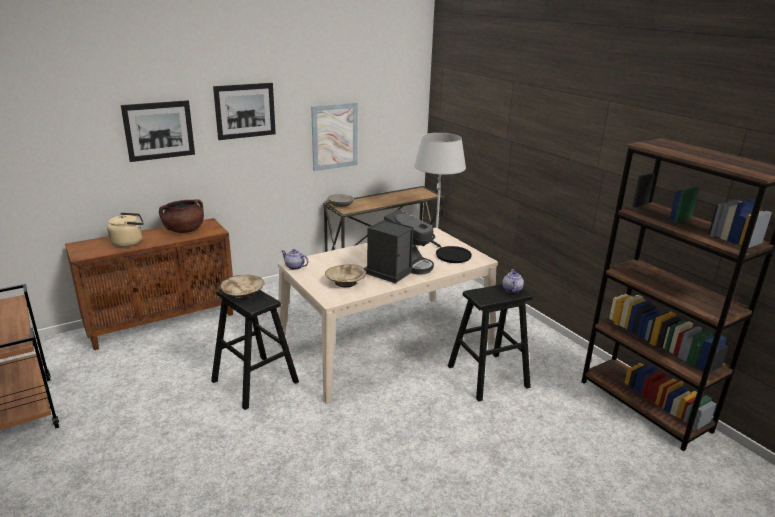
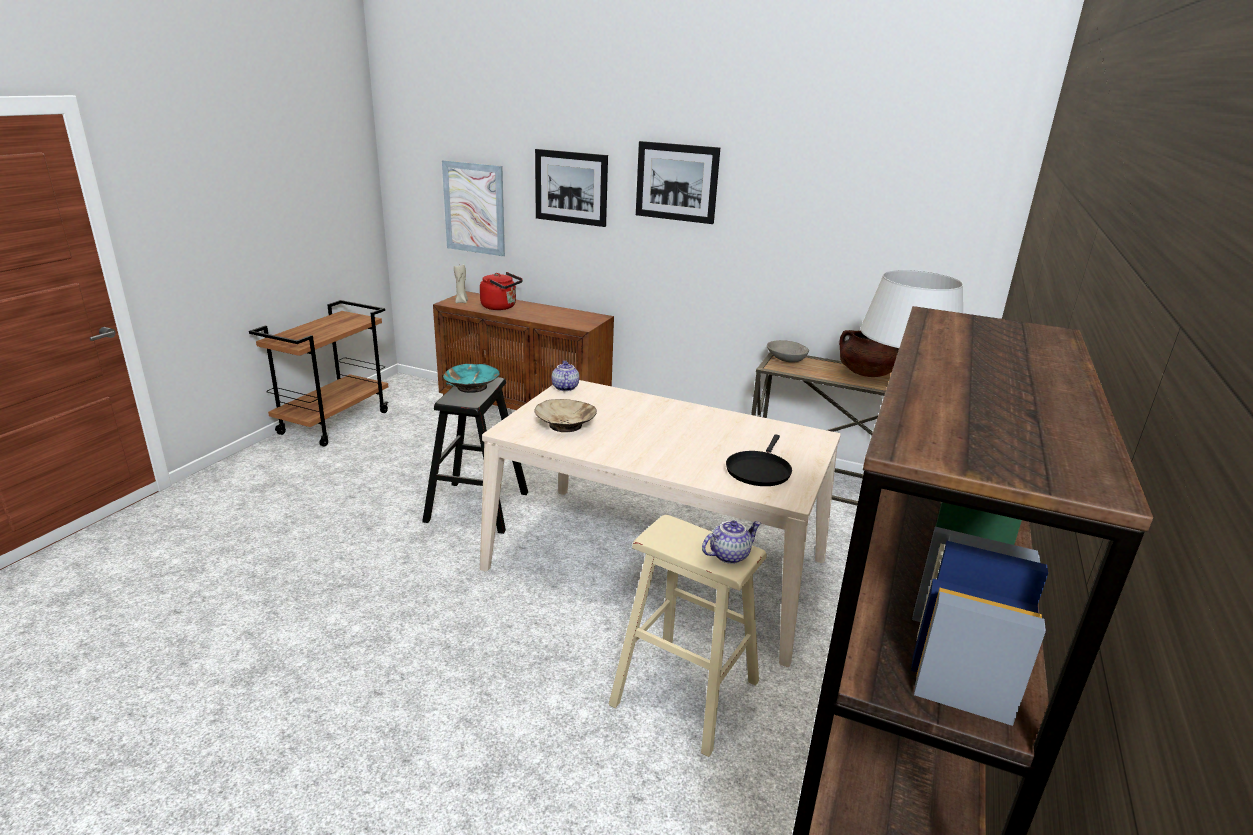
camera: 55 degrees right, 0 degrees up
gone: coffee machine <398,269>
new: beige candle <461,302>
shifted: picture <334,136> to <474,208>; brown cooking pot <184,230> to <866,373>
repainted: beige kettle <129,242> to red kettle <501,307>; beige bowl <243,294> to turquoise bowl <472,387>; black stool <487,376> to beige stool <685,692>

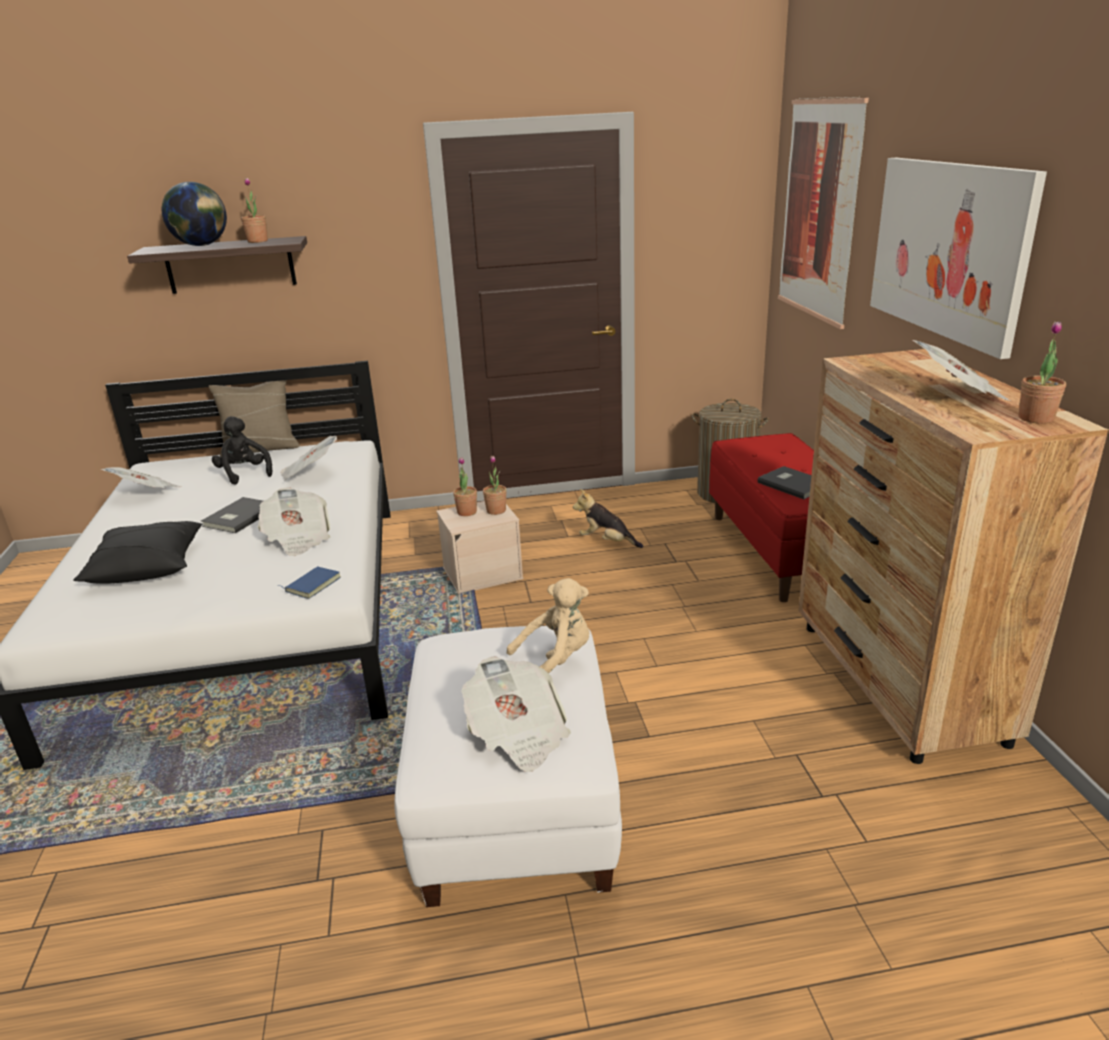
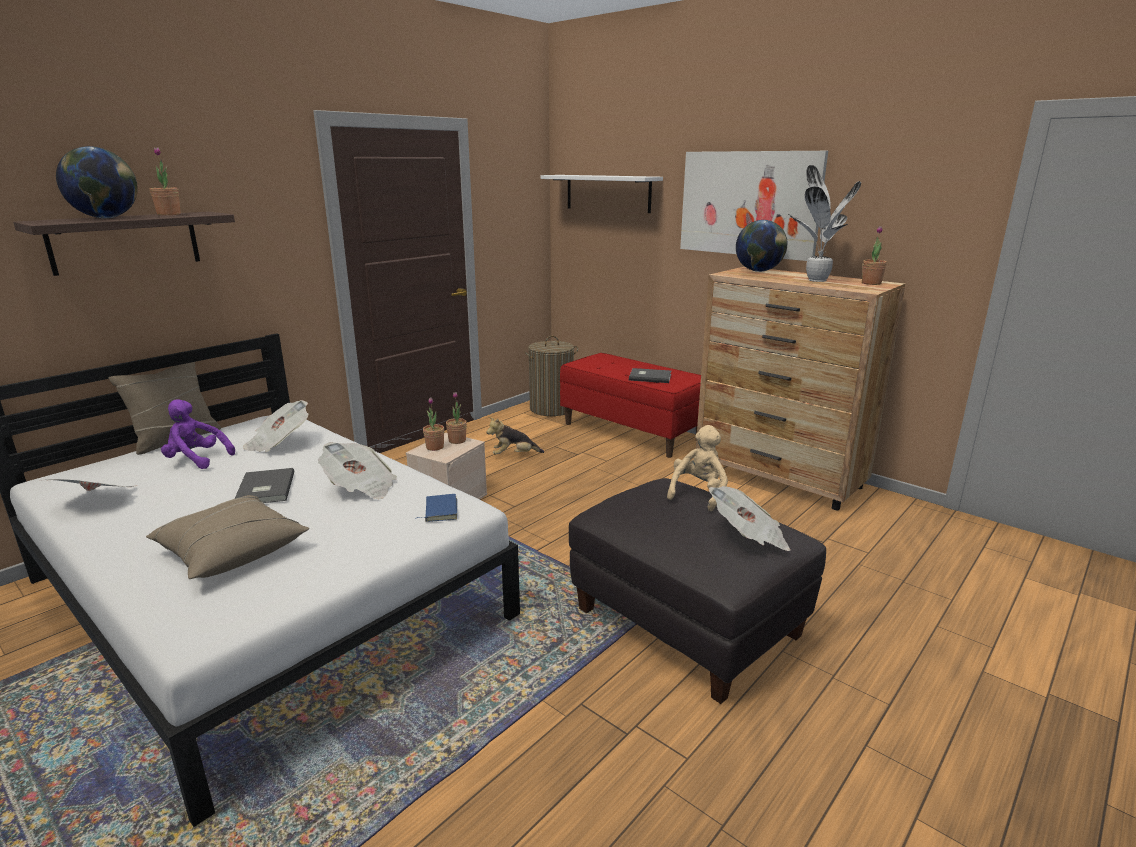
camera: 40 degrees left, 5 degrees down
new: globe <758,271>
swapped: picture <819,210> to white shelf <607,193>; newspaper <957,395> to potted plant <816,280>
repainted: black plush toy <244,474> to purple plush toy <196,460>; black pillow <147,567> to beige pillow <231,552>; white ottoman <515,807> to black ottoman <687,623>

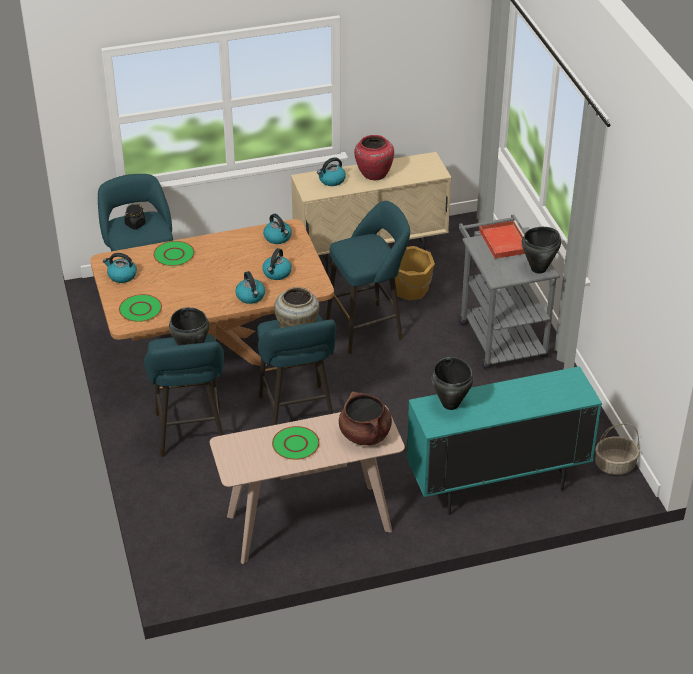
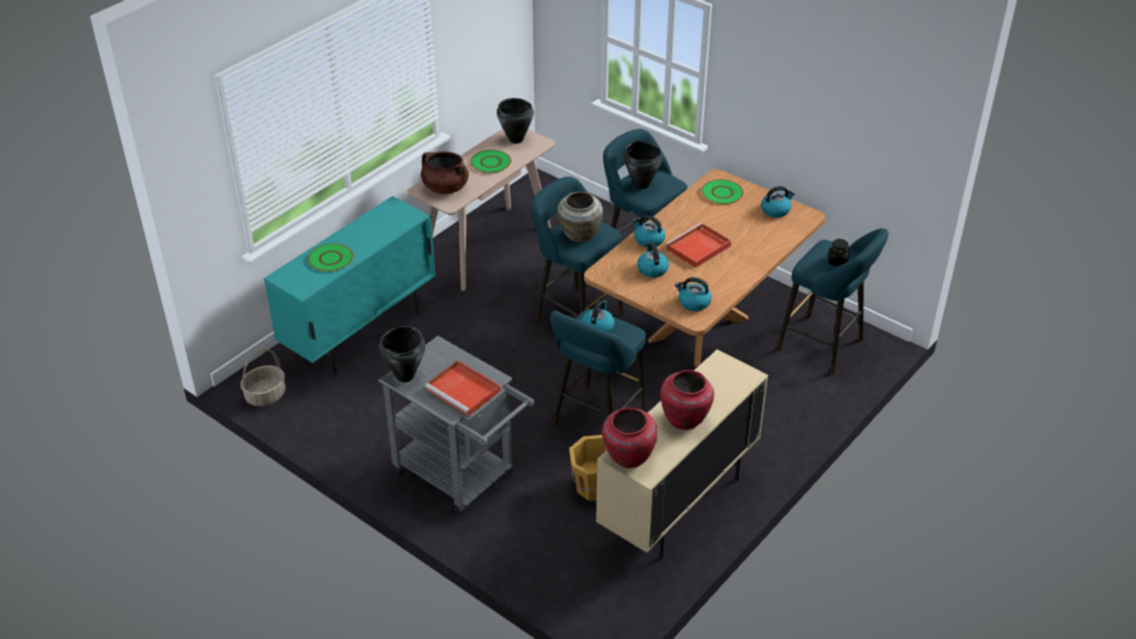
camera: 145 degrees right, 0 degrees up
new: red tray <697,248>; red vase <627,457>
shifted: kettle <331,180> to <597,327>; green plate <174,254> to <330,259>; black cooking pot <451,404> to <516,140>

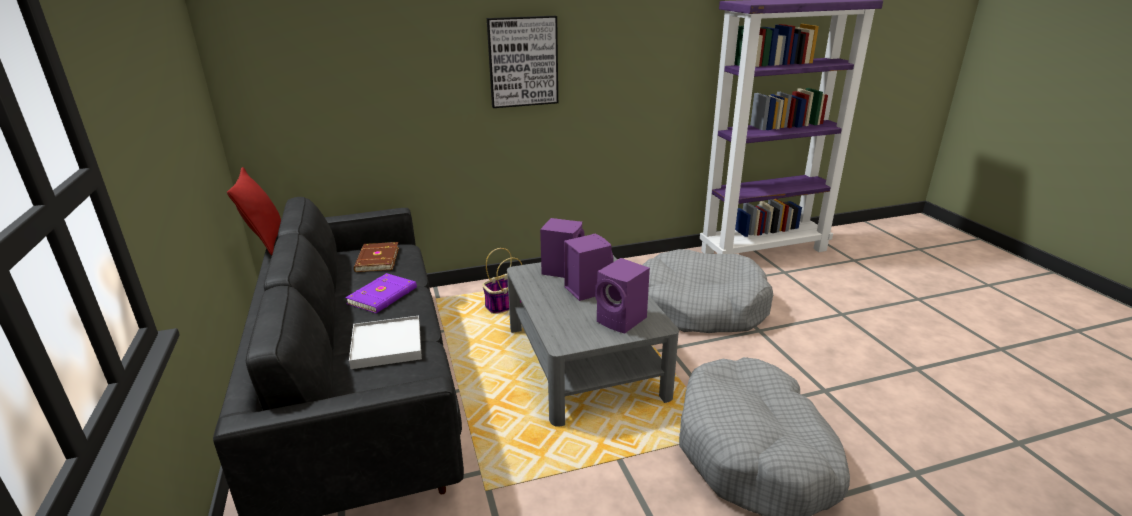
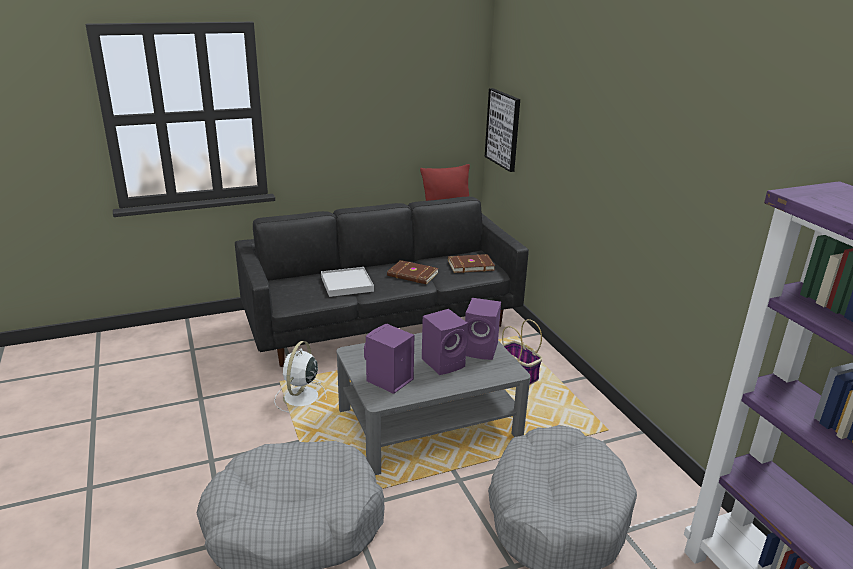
camera: 85 degrees right, 0 degrees up
new: white fan <300,398>
shifted: picture <523,62> to <503,129>
repainted: purple book <383,296> to brown book <412,275>

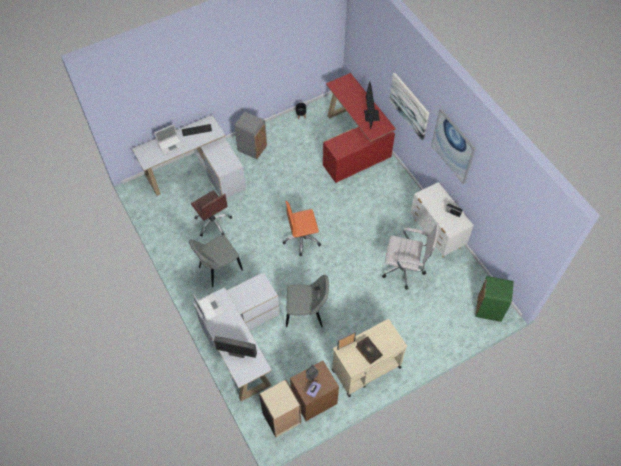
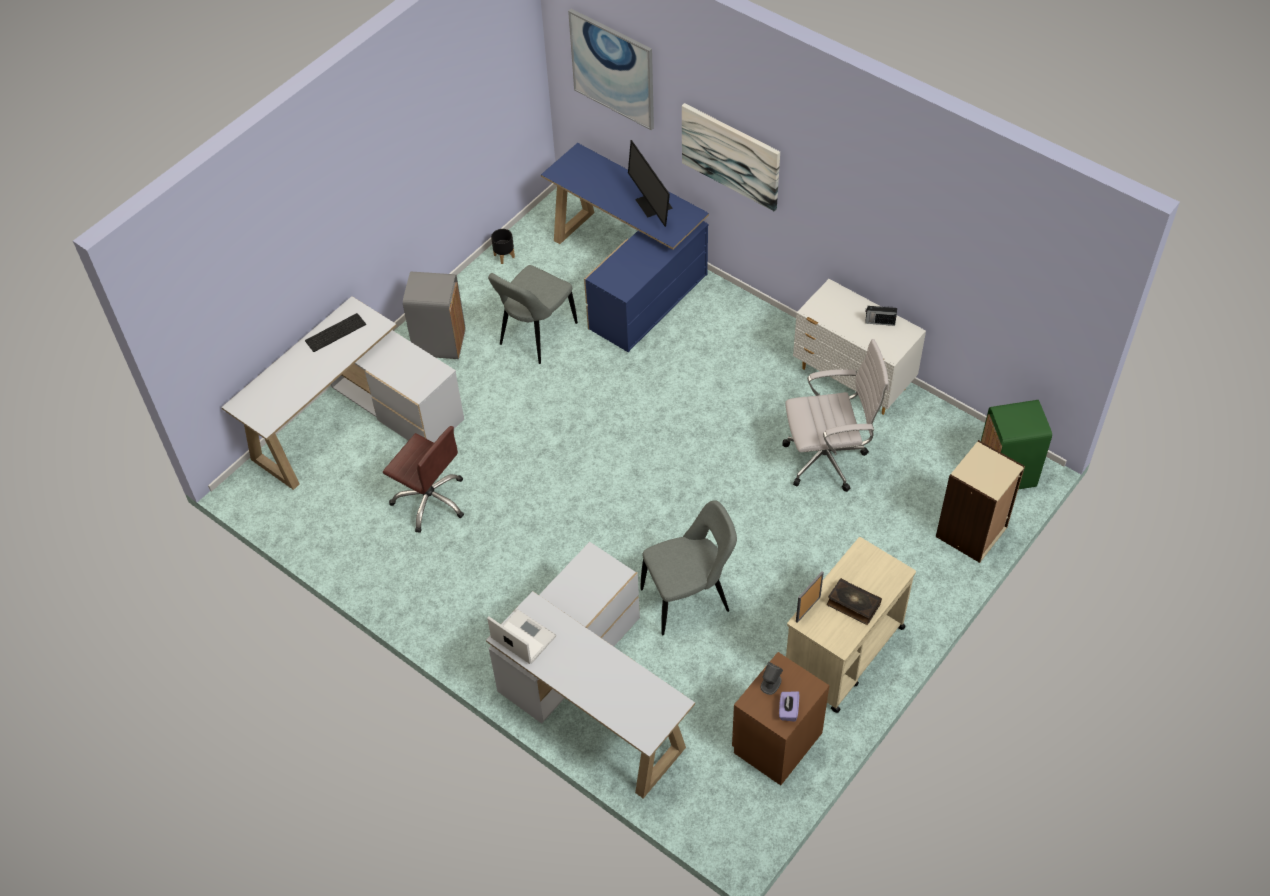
camera: 20 degrees left, 5 degrees down
gone: laptop <171,144>; orange office chair <302,239>; monitor <237,353>
shifted: picture <453,146> to <613,69>; grey chair <218,270> to <535,336>; beige bookcase <281,418> to <972,532>
repainted: red desk <354,144> to blue desk <628,274>

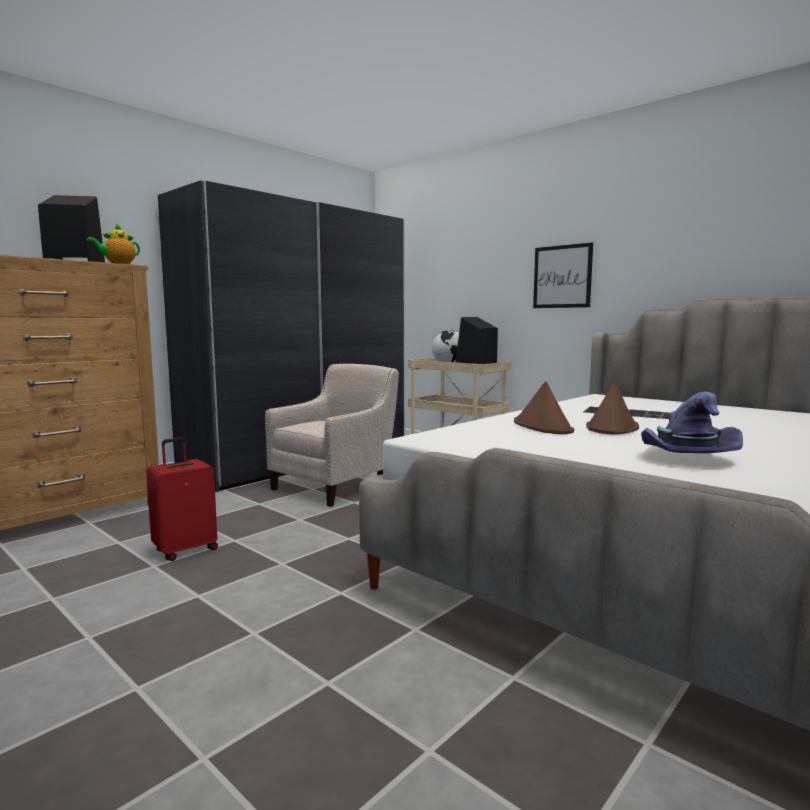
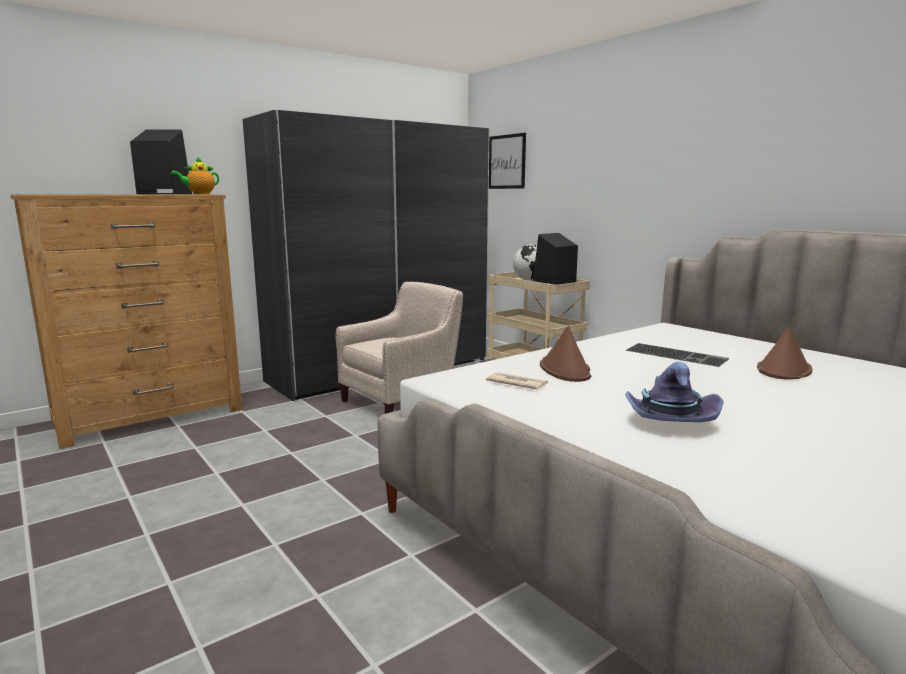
camera: 10 degrees right, 5 degrees up
gone: red suitcase <185,550>
new: newspaper <516,383>
shifted: picture <562,276> to <507,162>; brown hat <612,428> to <783,370>

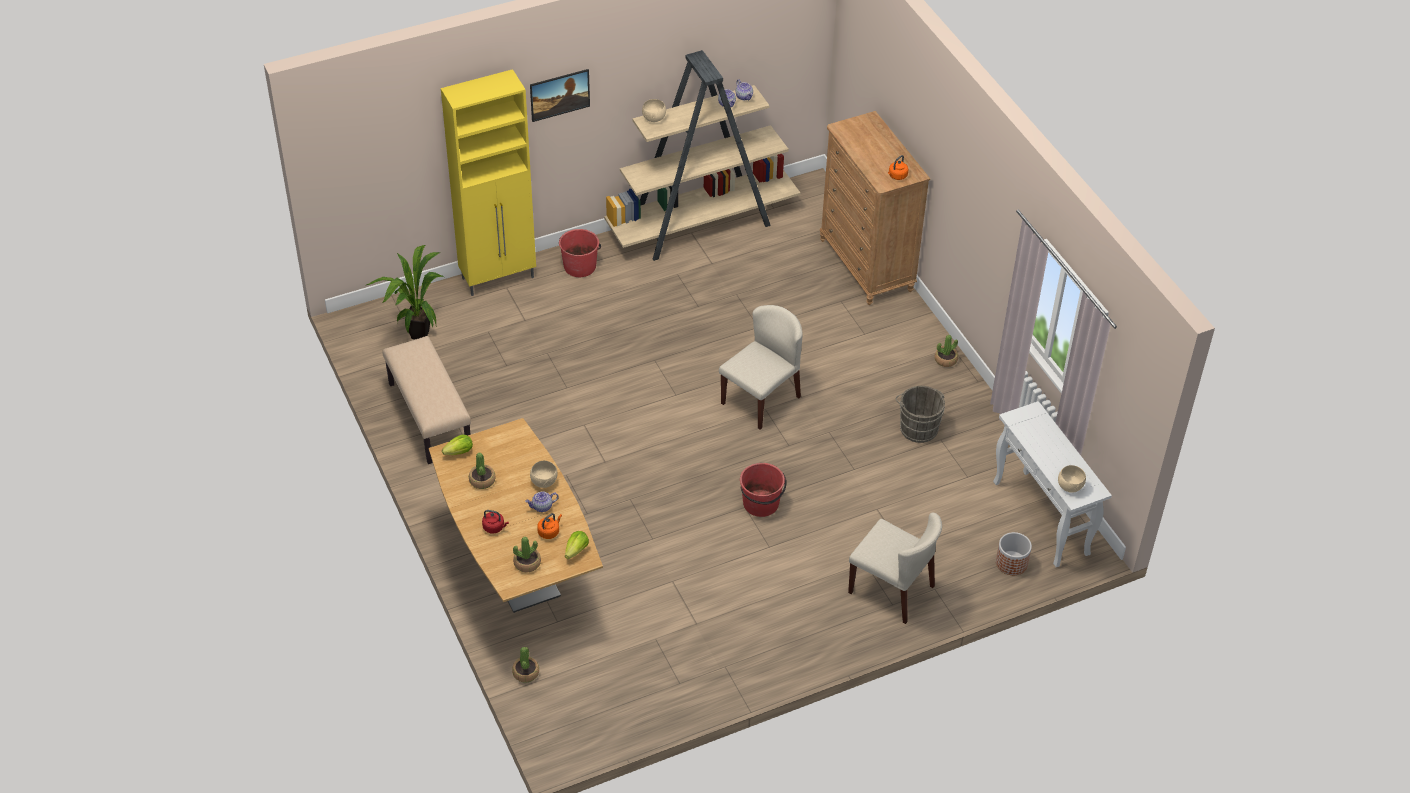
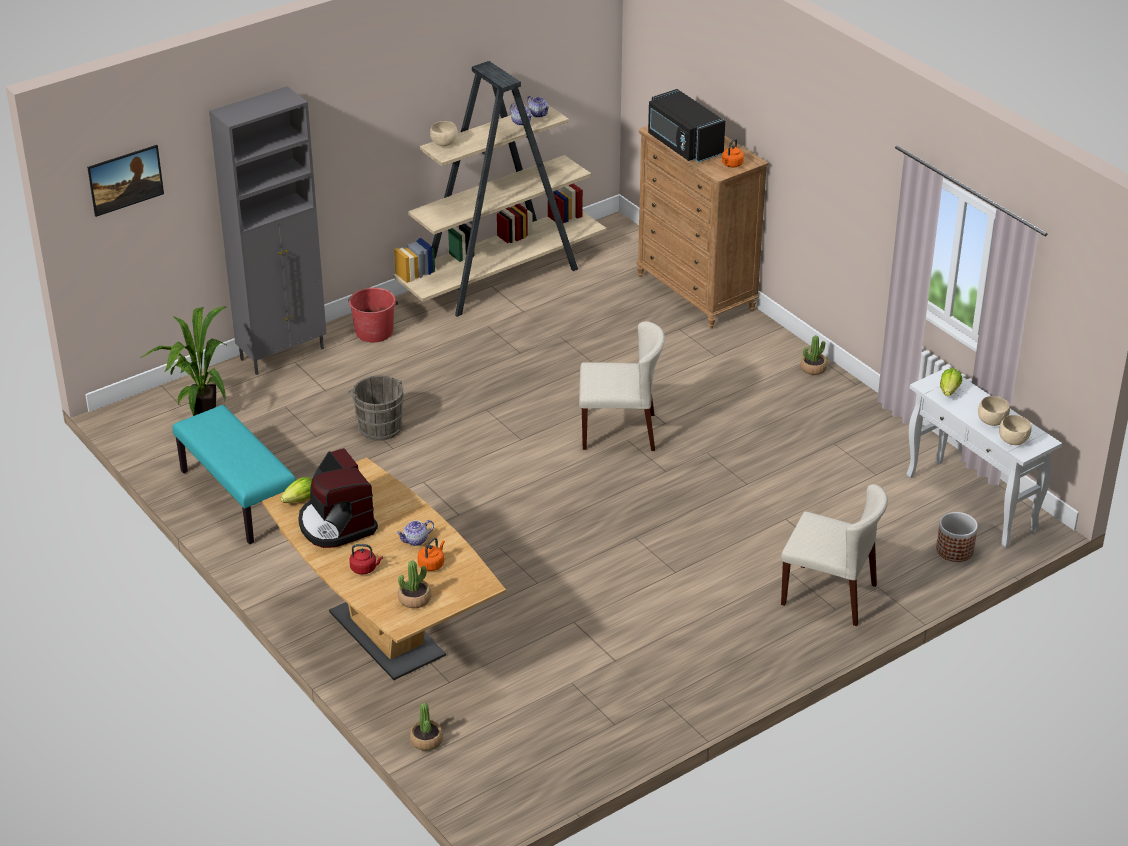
camera: 10 degrees left, 10 degrees down
gone: red bucket <761,504>
new: black microwave <683,145>
shifted: picture <560,104> to <127,192>; grey bucket <918,427> to <379,426>; beige bowl <544,482> to <992,421>; lettuce <576,550> to <949,391>
swapped: potted plant <482,480> to coffee machine <336,524>
repainted: yellow cabinet <499,278> to grey cabinet <283,354>; beige bench <428,417> to turquoise bench <237,497>
rotated: beige chair <761,399> = <619,431> 60 degrees clockwise

